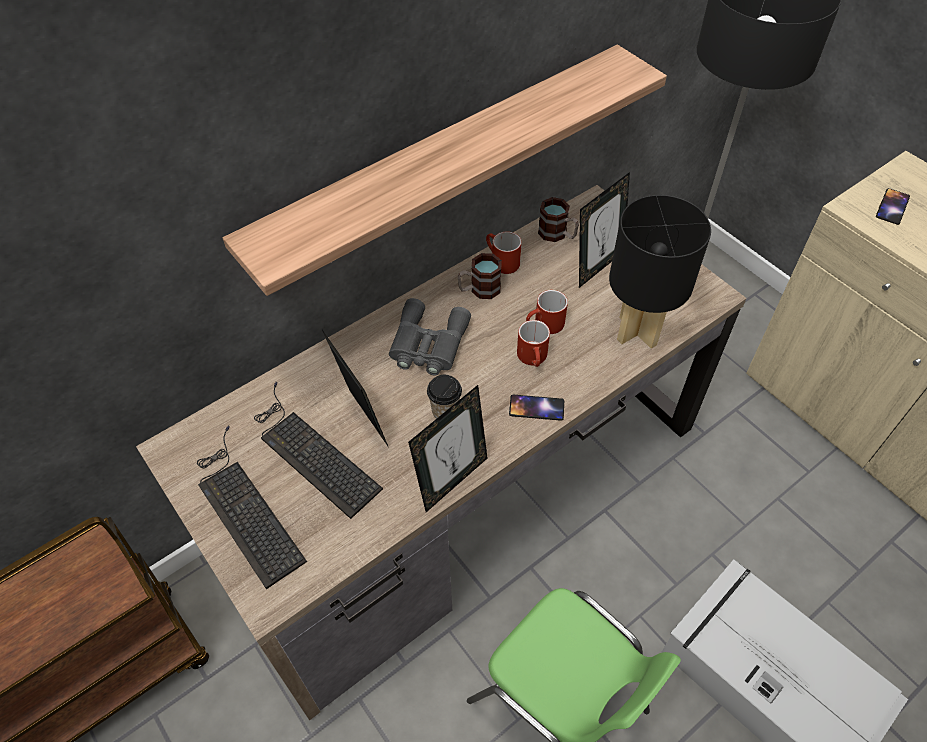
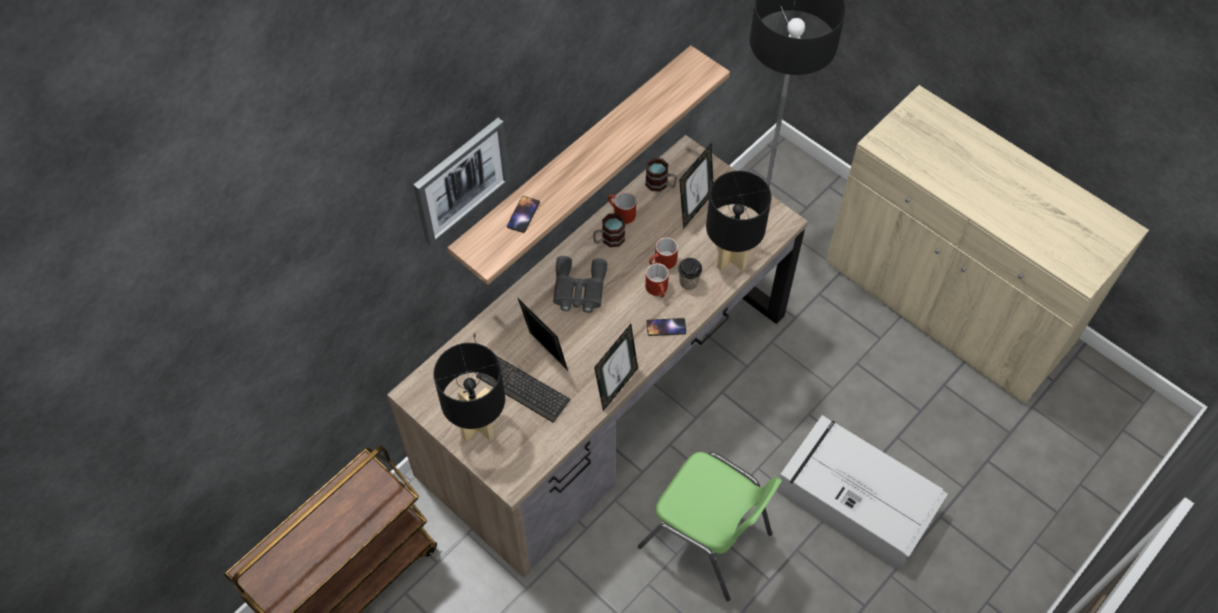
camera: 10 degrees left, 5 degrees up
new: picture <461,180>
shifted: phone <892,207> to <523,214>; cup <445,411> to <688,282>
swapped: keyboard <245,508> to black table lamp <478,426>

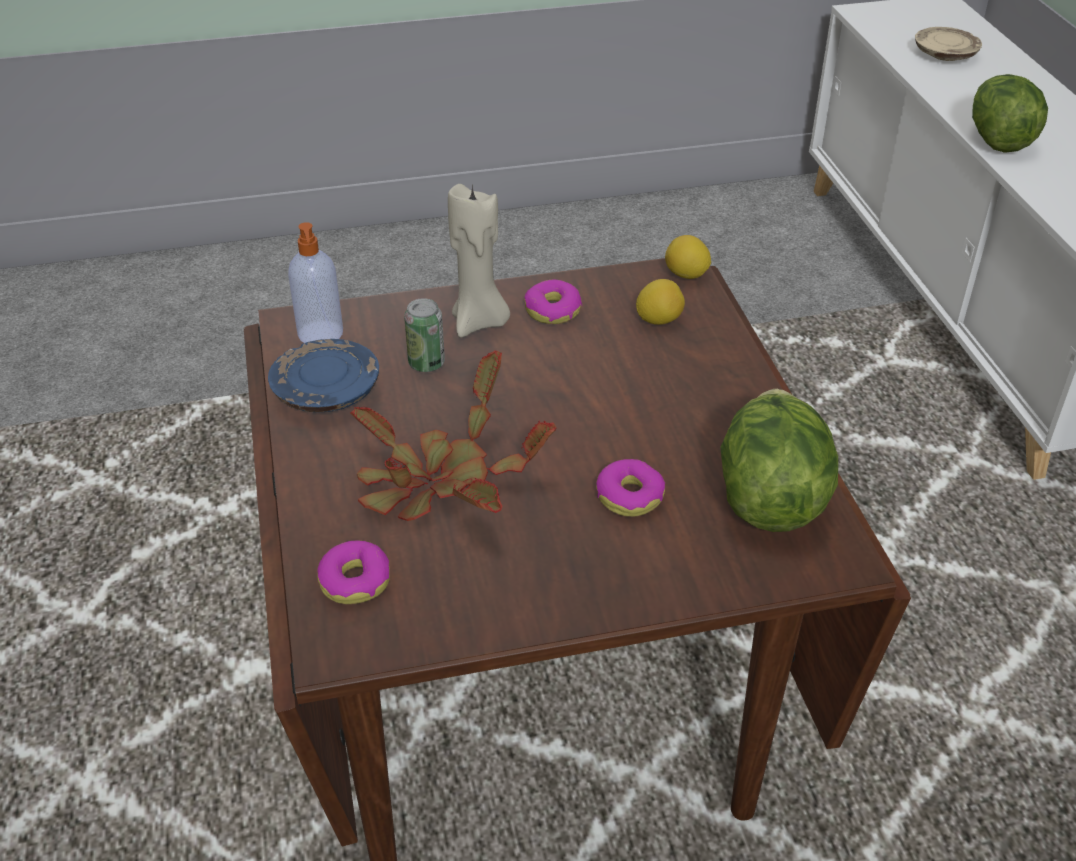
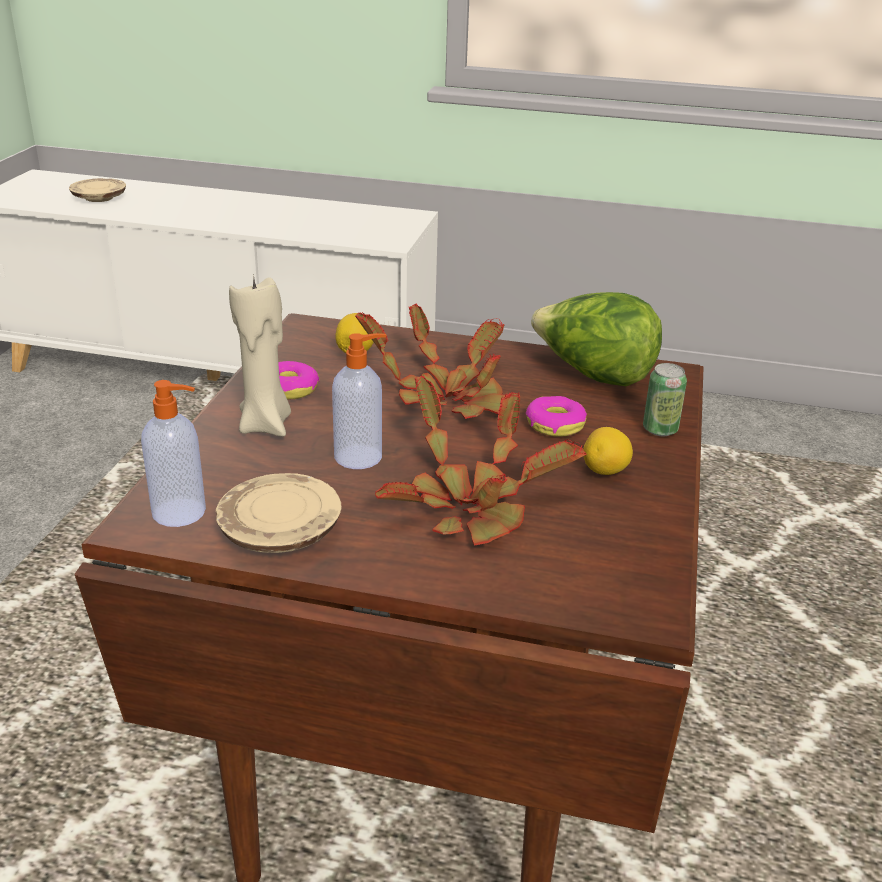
camera: 65 degrees left, 10 degrees down
gone: lettuce <998,139>; donut <355,581>
new: potted plant <446,397>; soap dispenser <360,456>
shifted: lemon <686,275> to <605,471>; can <426,363> to <660,429>
repainted: blue plate <326,392> to beige plate <280,531>

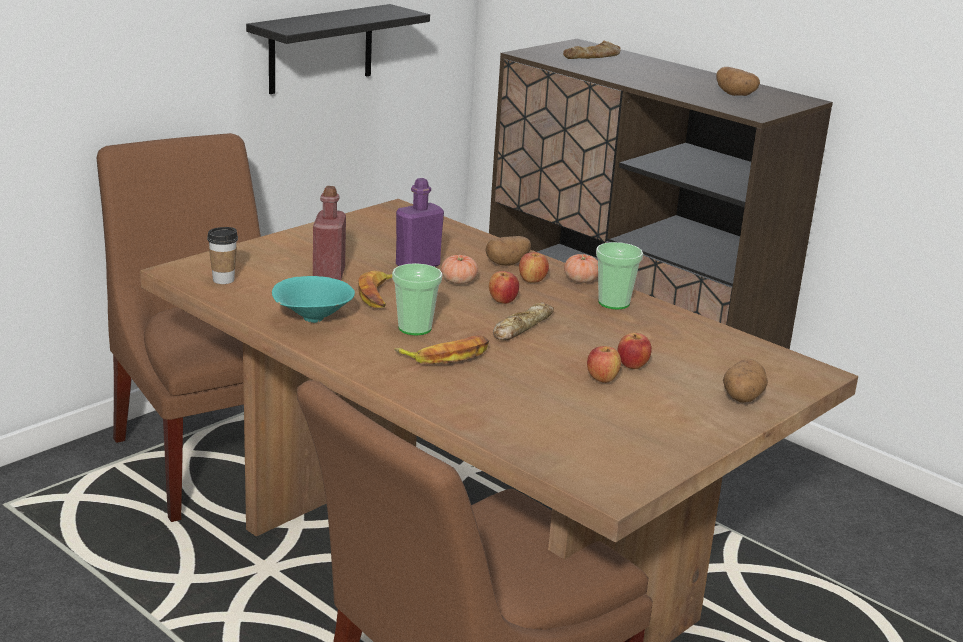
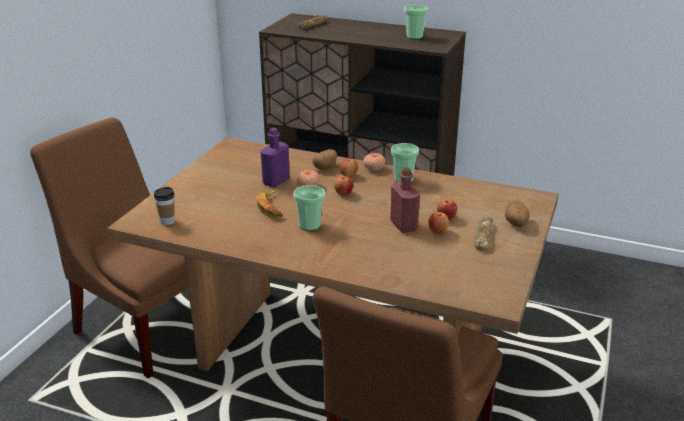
camera: 20 degrees left, 5 degrees up
gone: black shelf <321,49>; turquoise bowl <311,319>; banana <446,356>
shifted: red bottle <329,275> to <403,225>; bread <522,327> to <483,237>
swapped: potato <736,95> to cup <414,37>

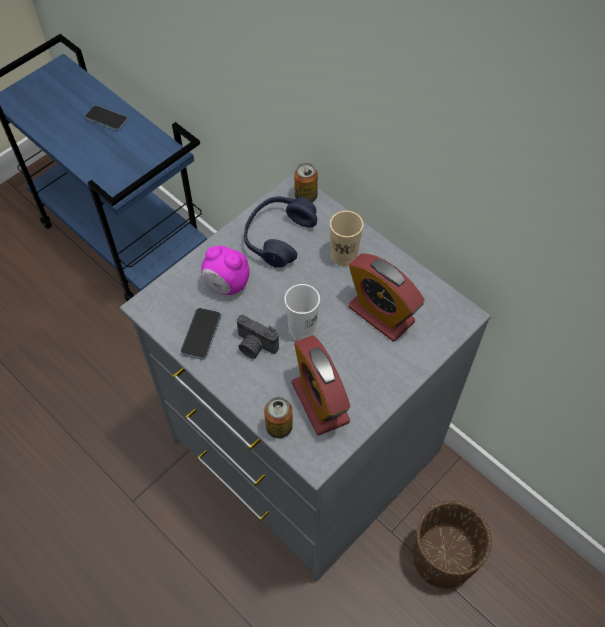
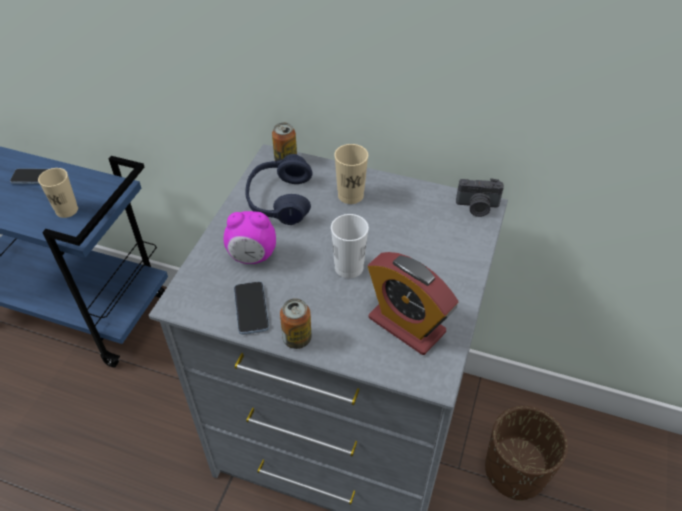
camera: 25 degrees left, 10 degrees down
gone: alarm clock <381,314>
new: beige cup <67,210>
shifted: photo camera <254,346> to <477,207>; can <279,427> to <297,338>

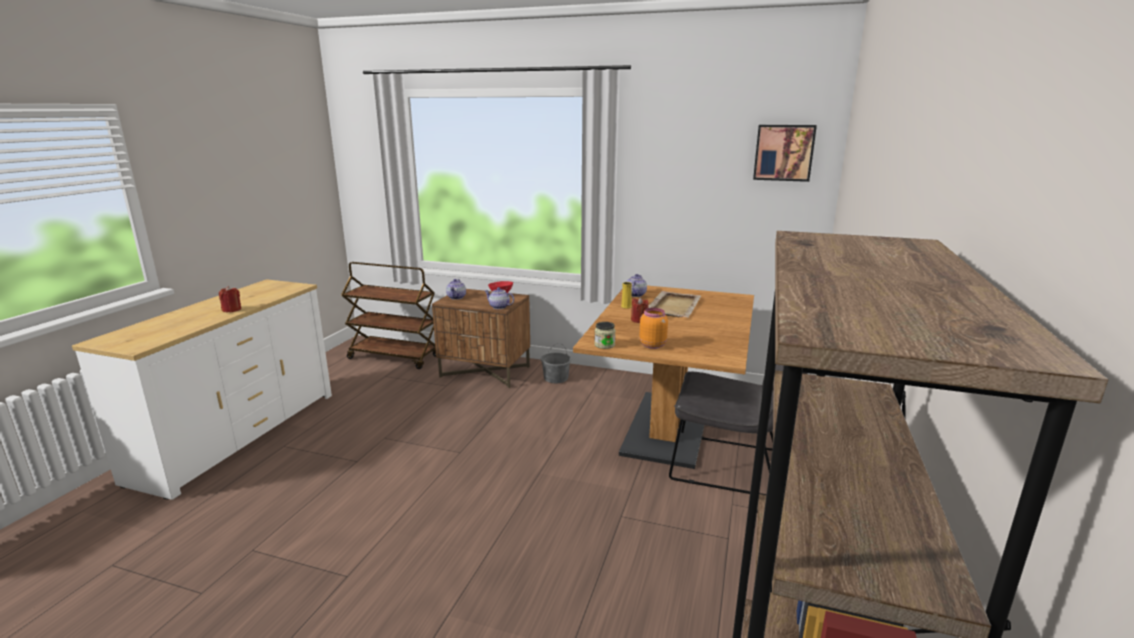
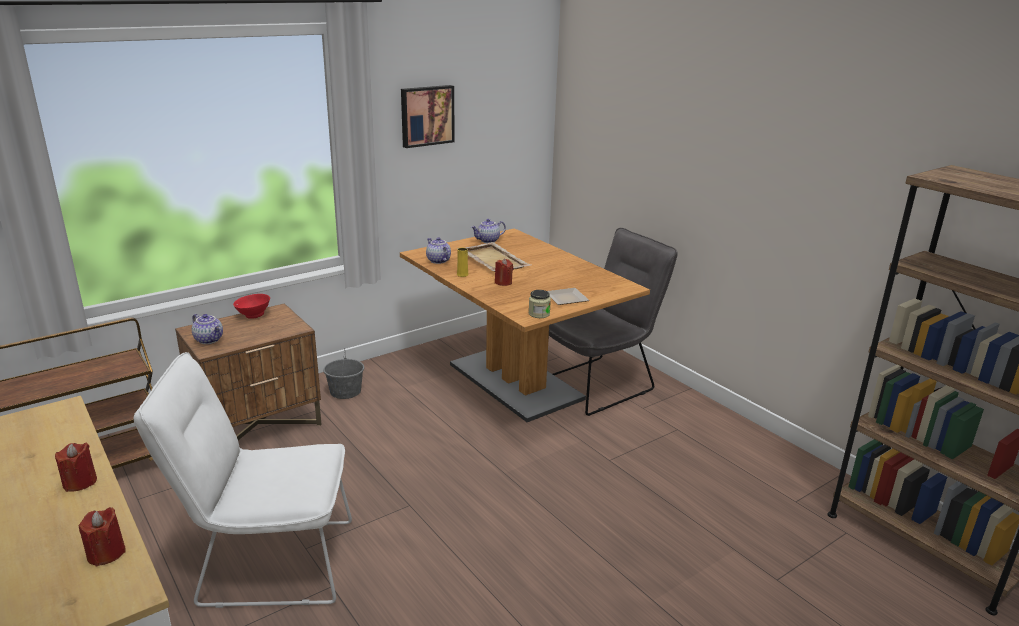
camera: 55 degrees left, 5 degrees up
new: white chair <266,562>; red candle <106,553>
shifted: picture <783,152> to <426,115>; teapot <499,307> to <488,241>
swapped: orange jar <652,345> to plate <565,298>

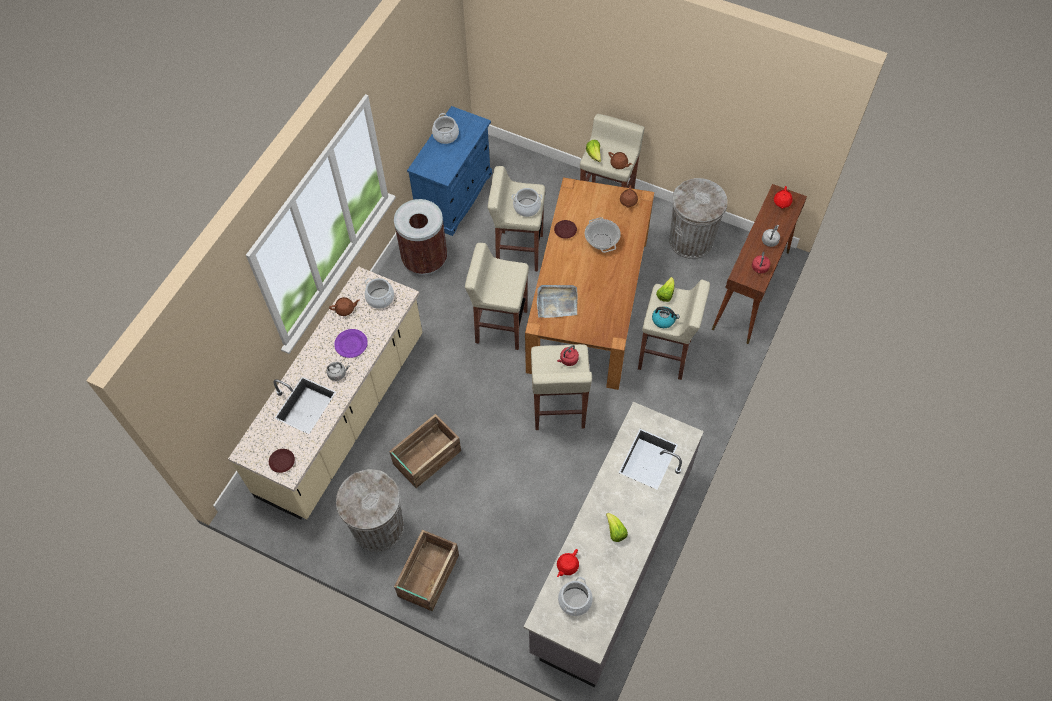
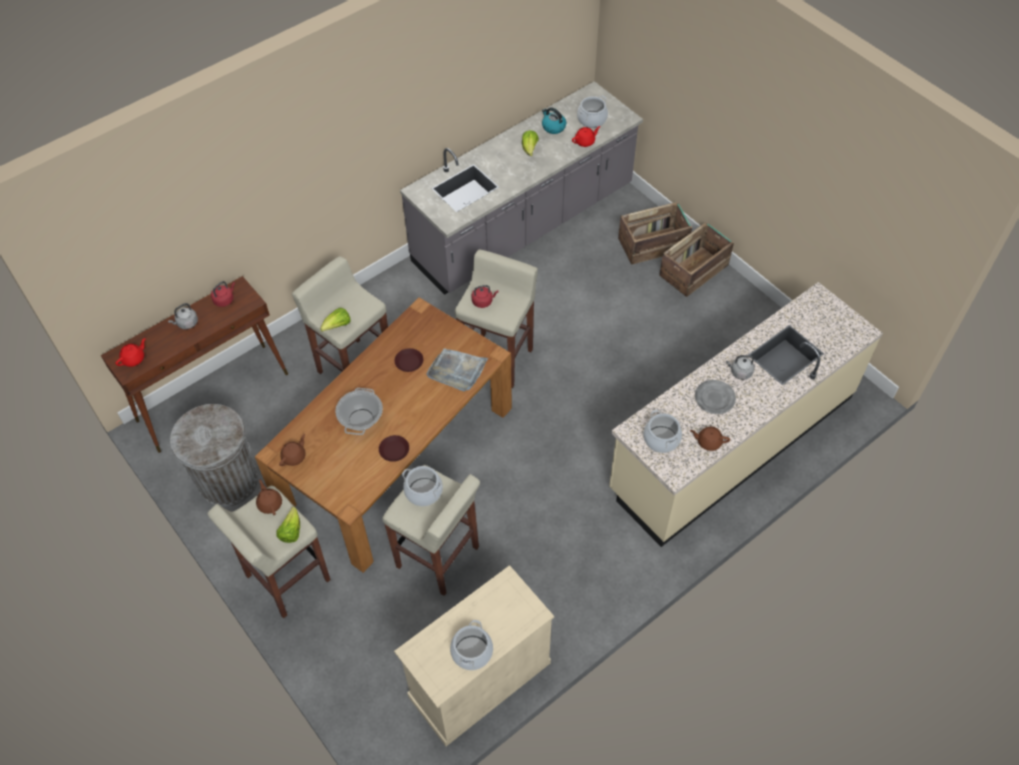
camera: 155 degrees left, 5 degrees down
gone: brown trash can <424,259>; beige stool <500,326>; grey trash can <378,527>
shifted: kettle <663,320> to <553,127>; crate <426,458> to <653,244>; brown plate <282,461> to <409,362>
repainted: blue cabinet <454,197> to beige cabinet <479,679>; purple plate <351,344> to grey plate <714,399>

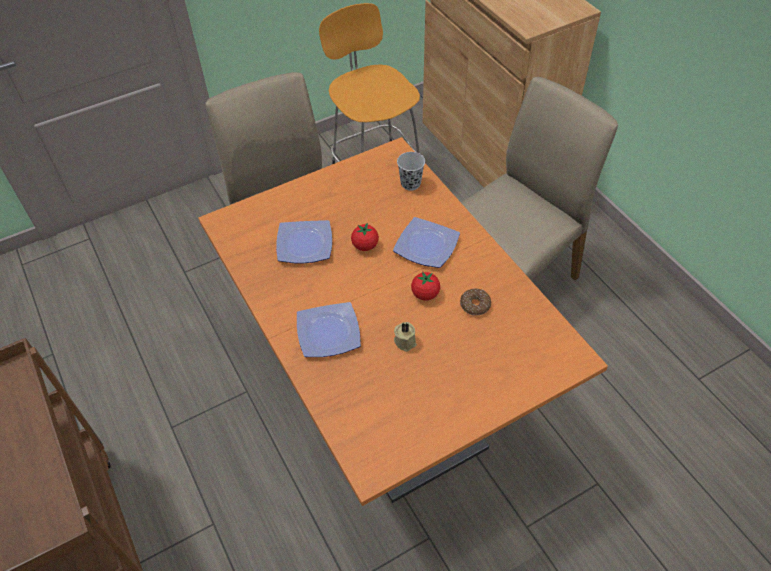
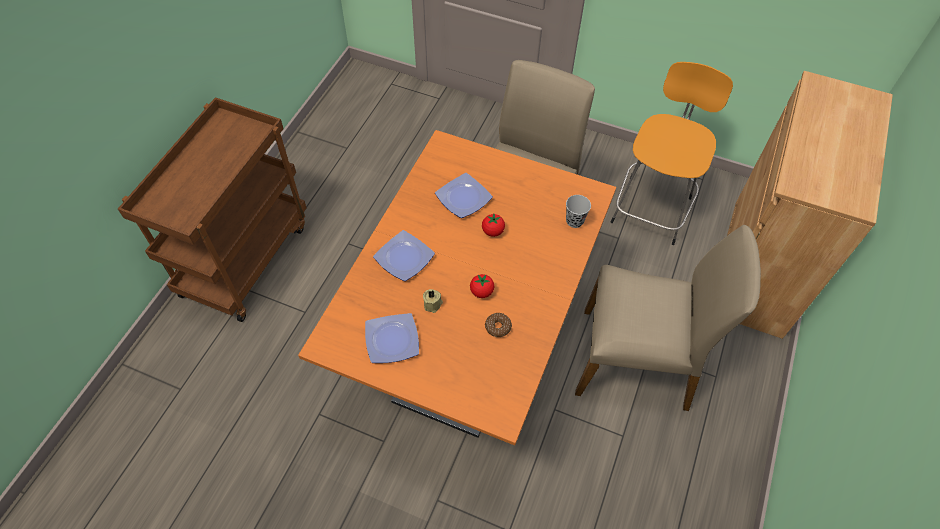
camera: 50 degrees right, 5 degrees up
shifted: plate <427,247> to <391,341>

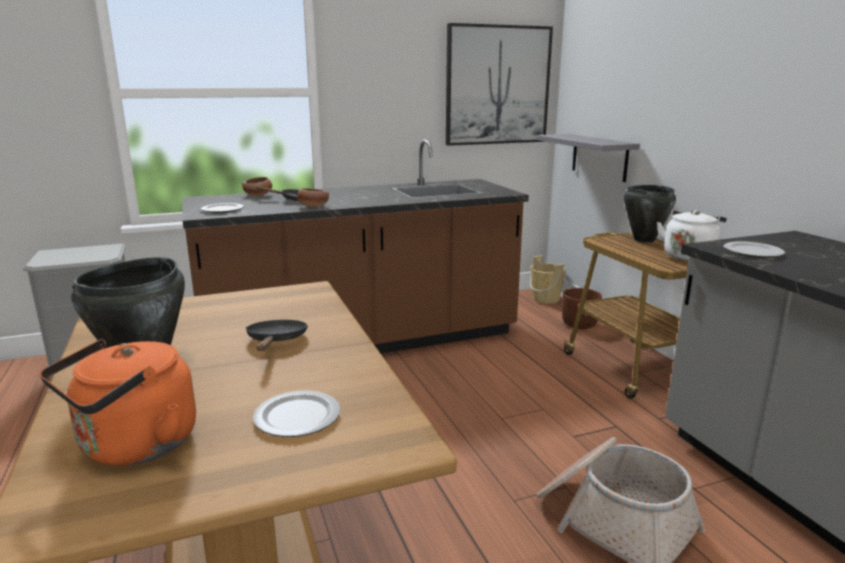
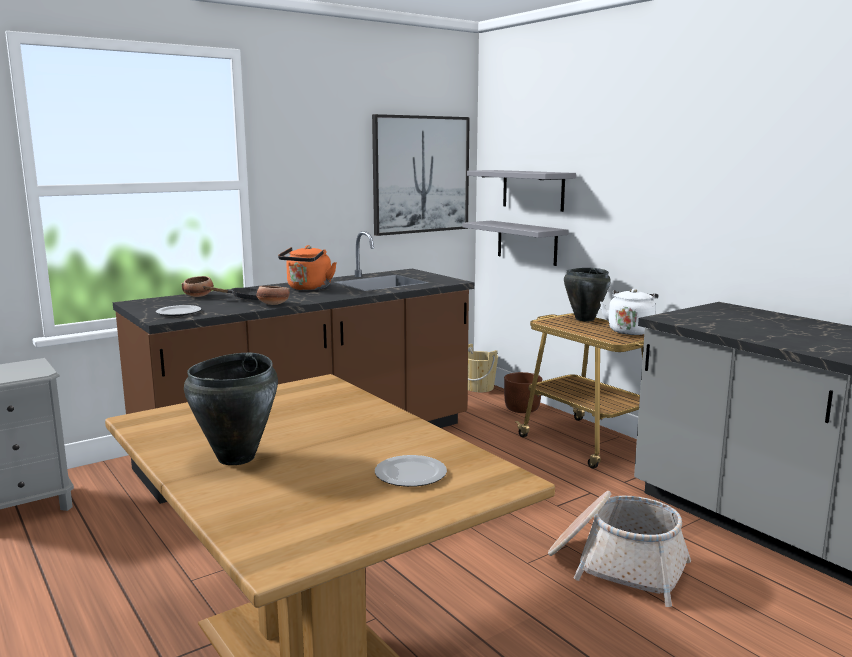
camera: 15 degrees left, 5 degrees down
gone: plate <752,252>; black frying pan <276,341>
new: grey shelf <533,190>
shifted: orange kettle <134,447> to <308,288>

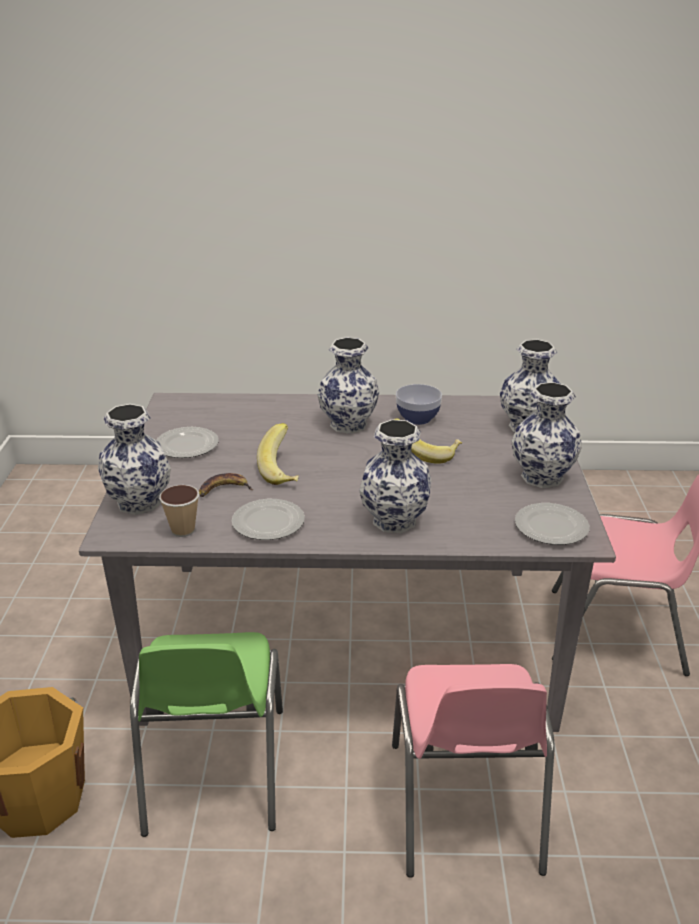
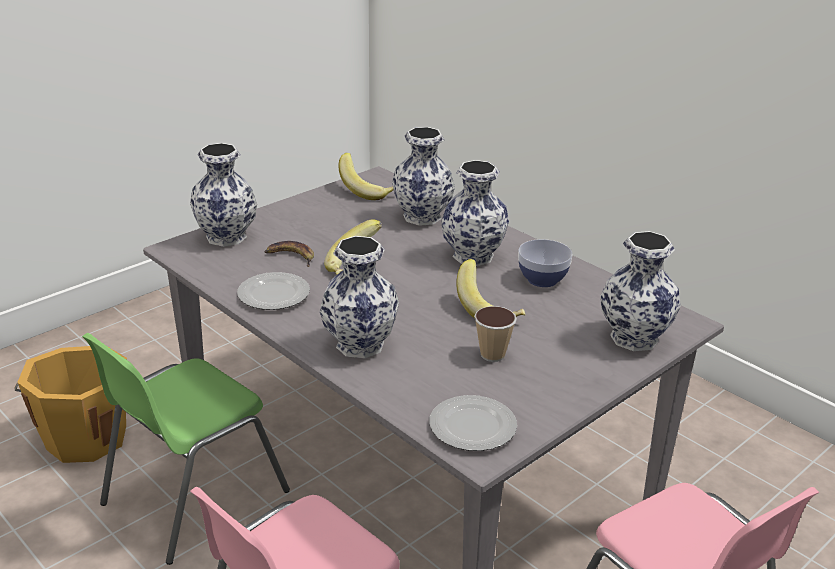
camera: 45 degrees right, 0 degrees up
gone: plate <187,446>
new: banana <368,191>
shifted: vase <541,477> to <421,217>; cup <183,530> to <492,355>

